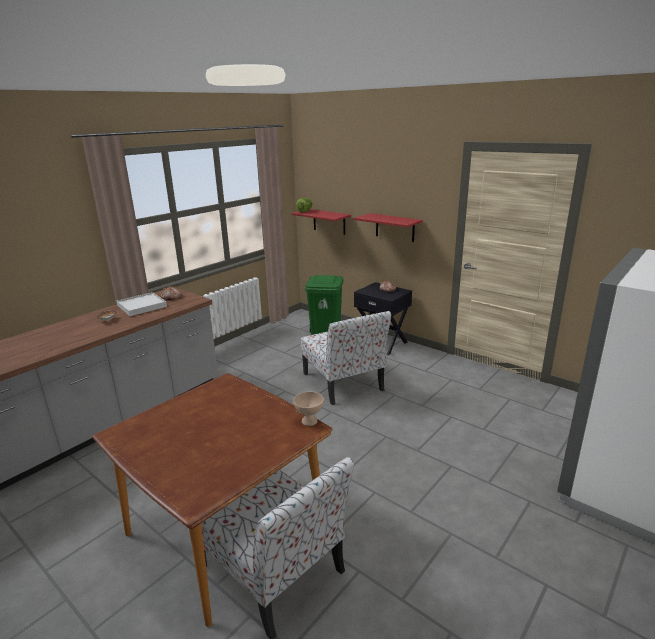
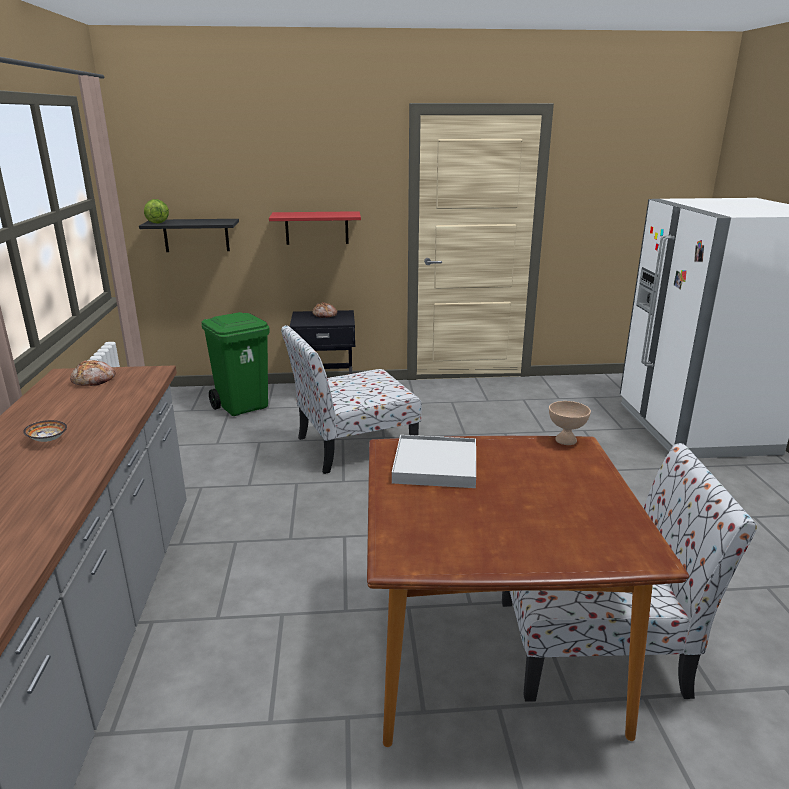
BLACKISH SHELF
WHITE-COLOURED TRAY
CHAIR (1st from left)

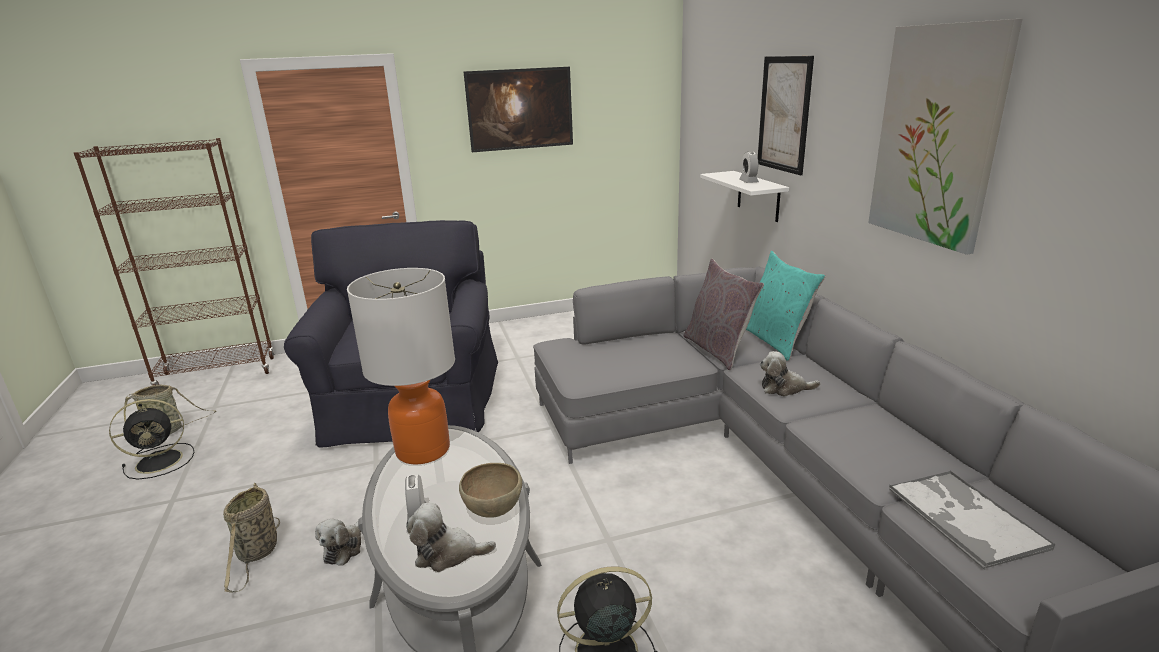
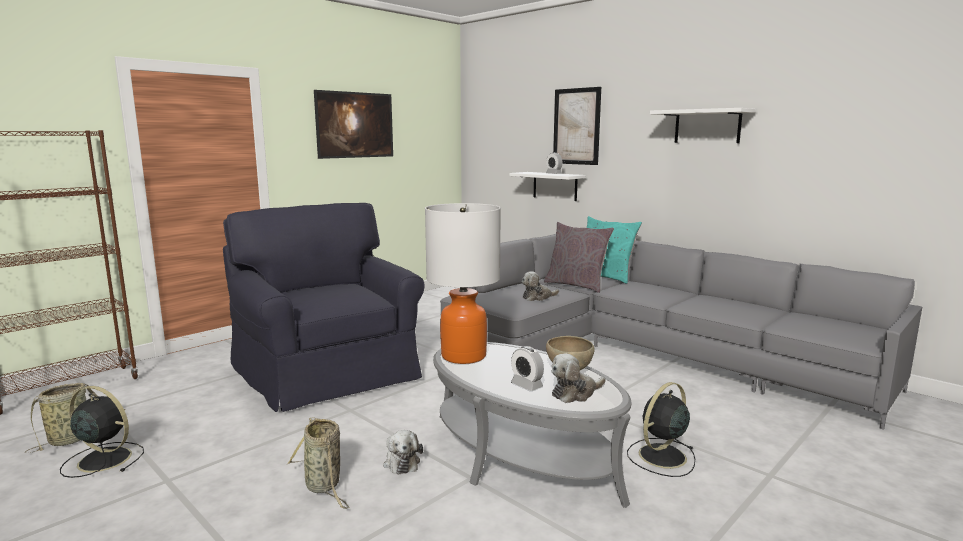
WHITE-COLOURED SHELF (2nd from left)
SOFT TOY (2nd from left)
BLACKISH ELECTRIC FAN (1st from left)
TRAY

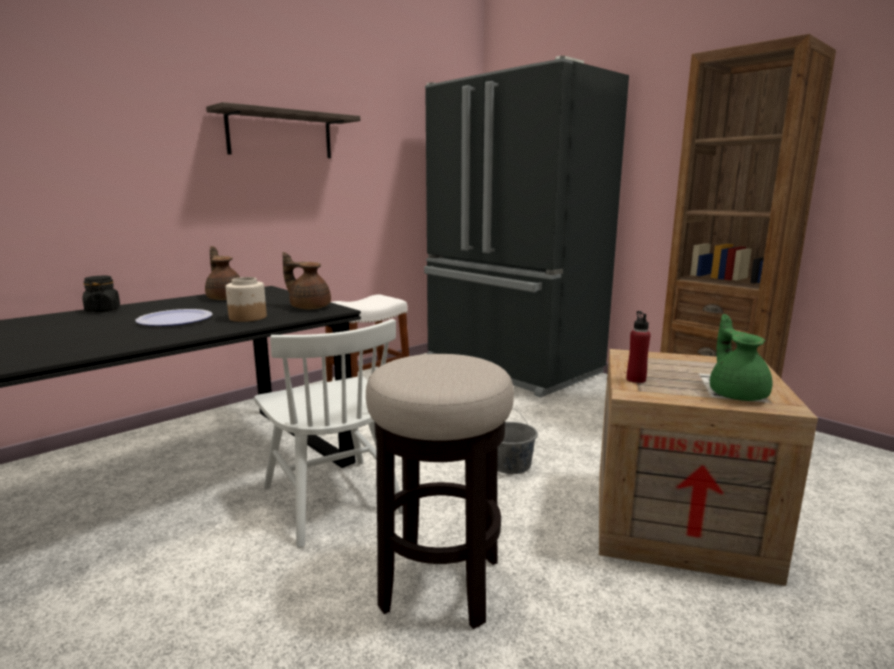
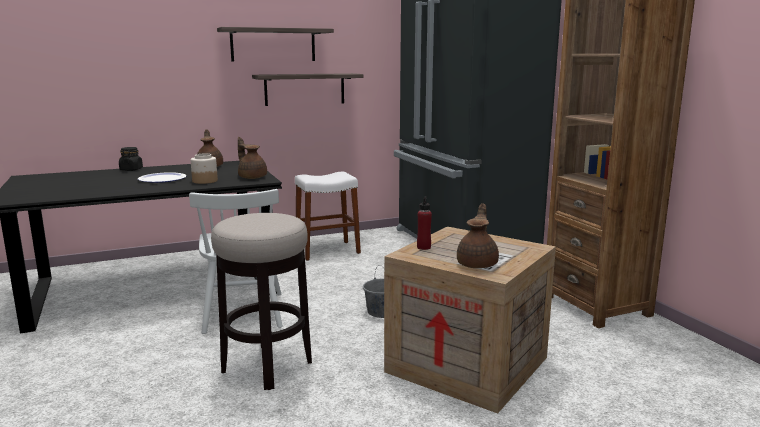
BROWN TEAPOT (3rd from left)
SHELF (2nd from left)

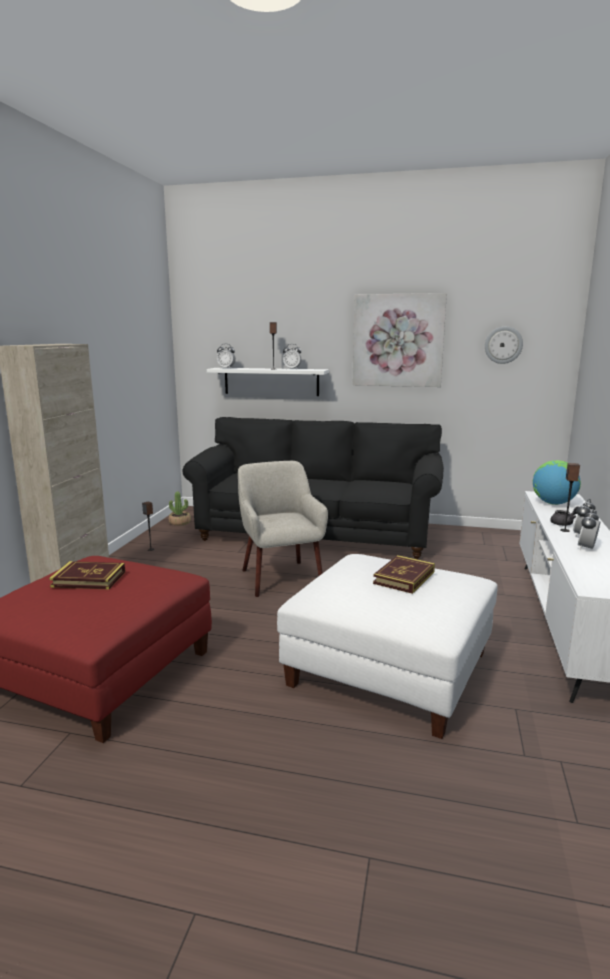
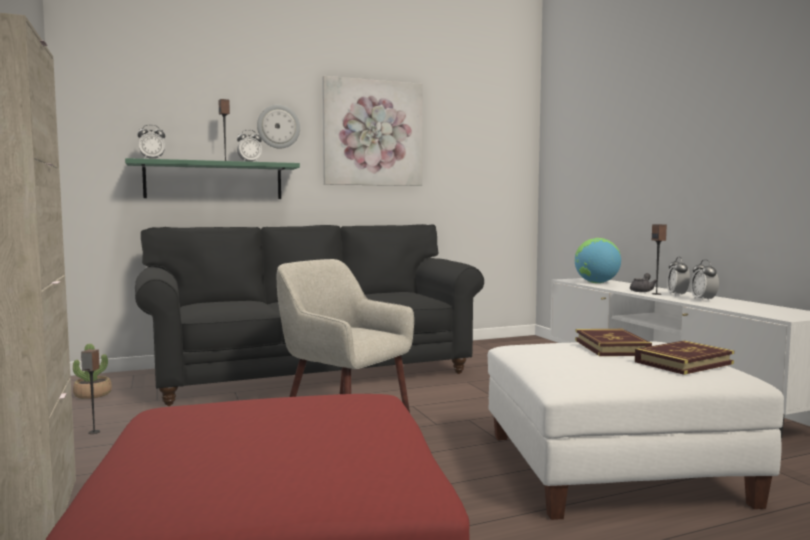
WALL CLOCK
GREEN-COLOURED SHELF
VOLUME (2nd from left)

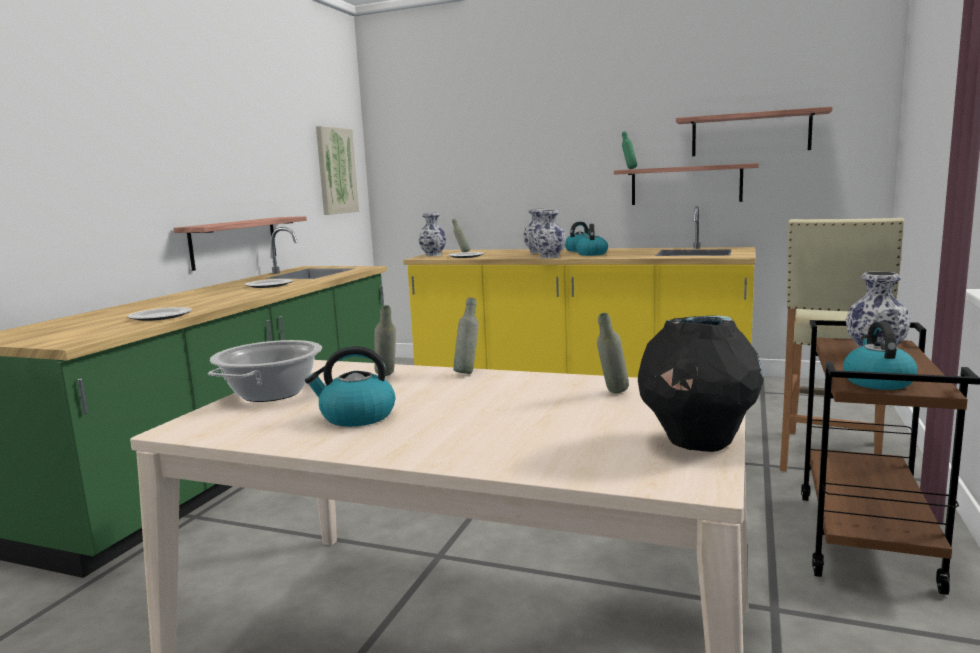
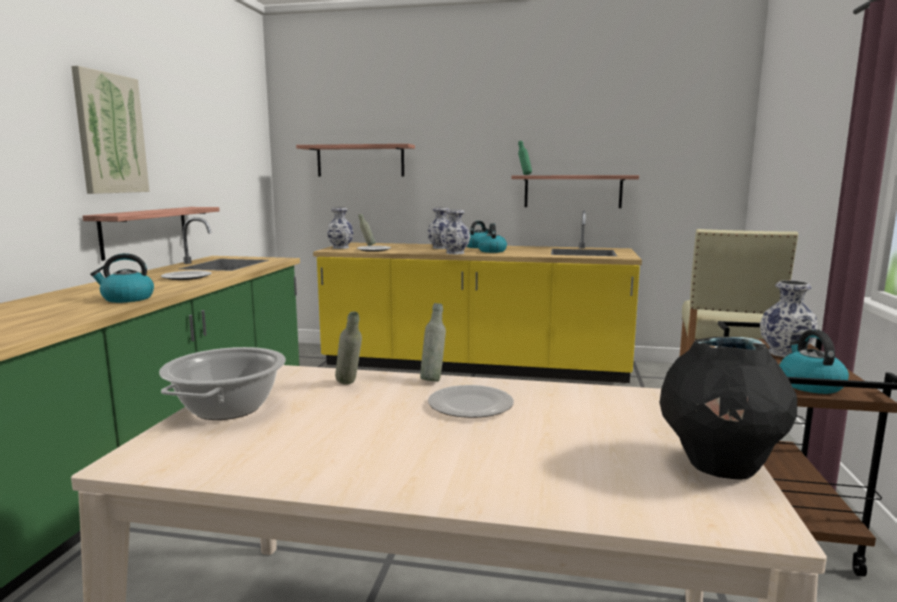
SHELF (2nd from left)
PICTURE
FLAT DISH (3rd from left)
GREYISH DRINK BOTTLE (4th from left in the first image)
WATER KETTLE (1st from left)

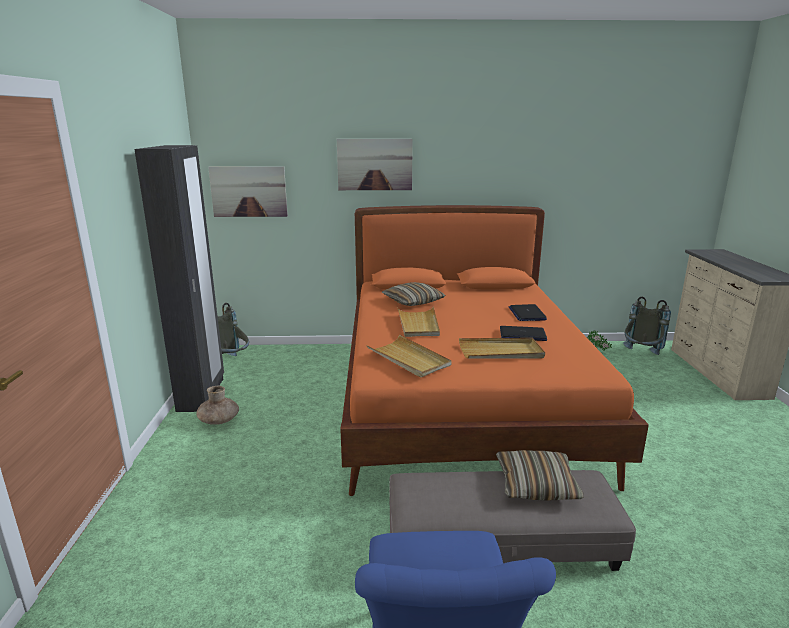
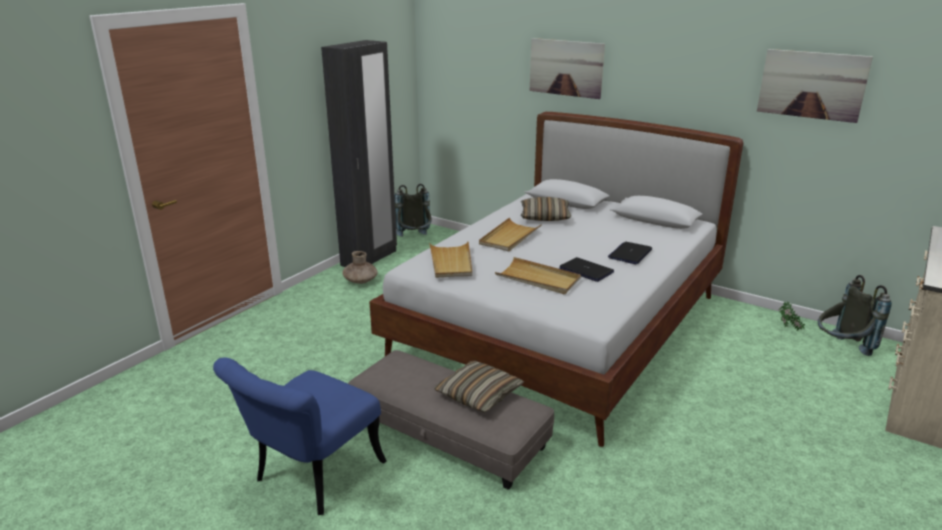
PICTURE (2nd from left)
WHITE-COLOURED BEDROOM BED

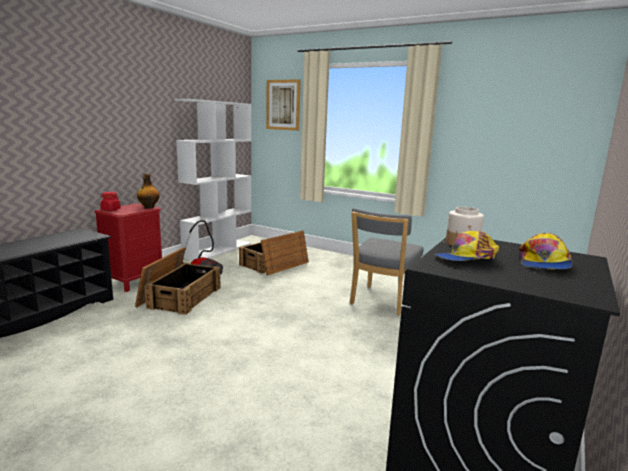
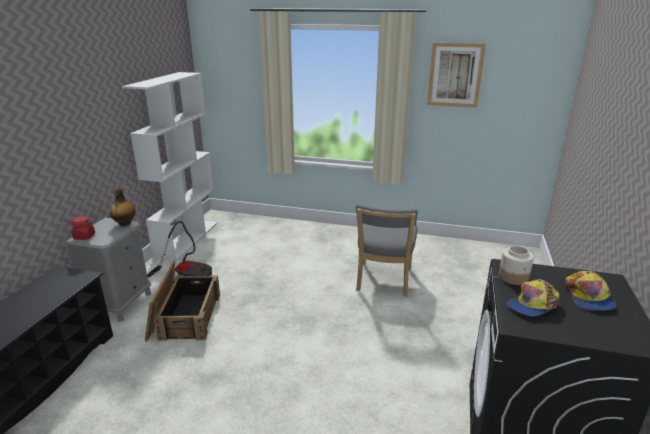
PICTURE
GREYISH BEDSIDE TABLE
PACKING CRATE (2nd from left in the first image)

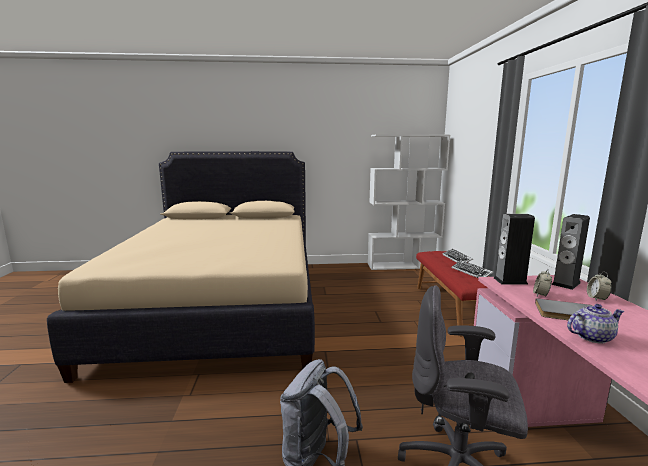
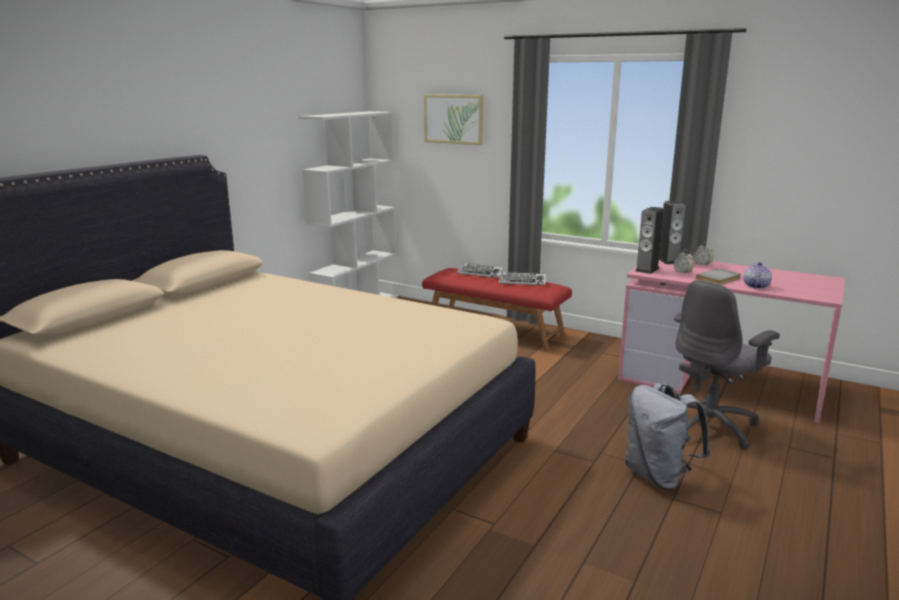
PICTURE

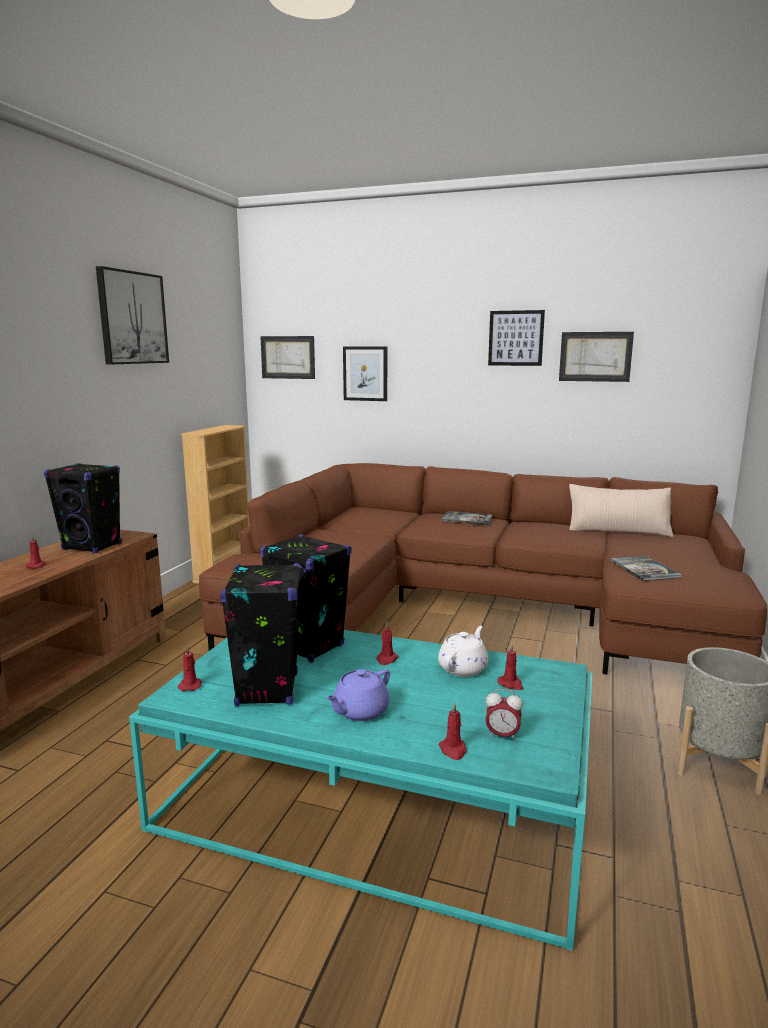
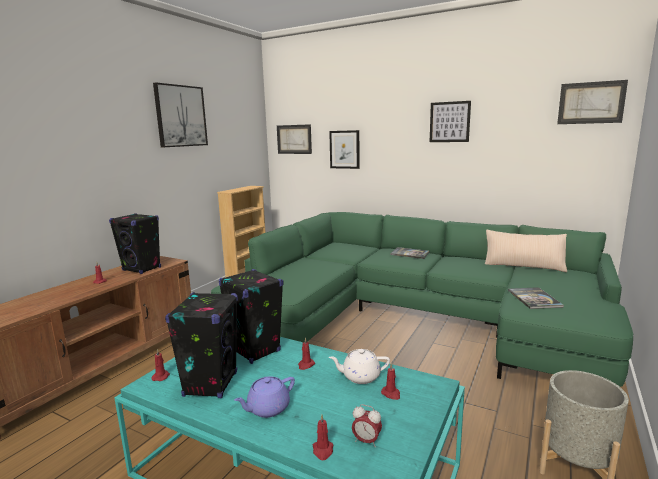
PICTURE (5th from left)
GREEN-COLOURED SOFA
WHITE-COLOURED TEAPOT

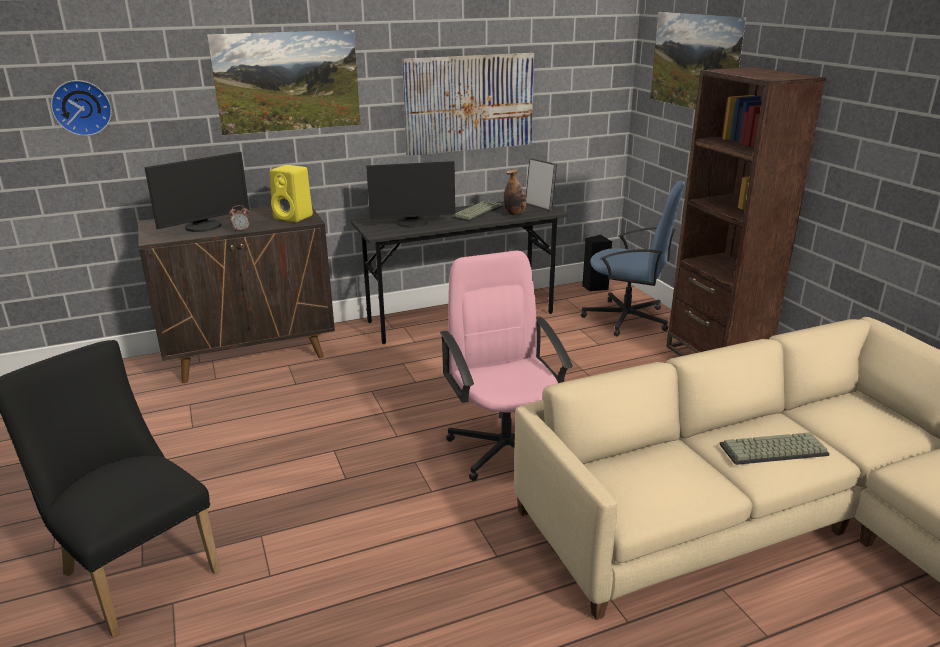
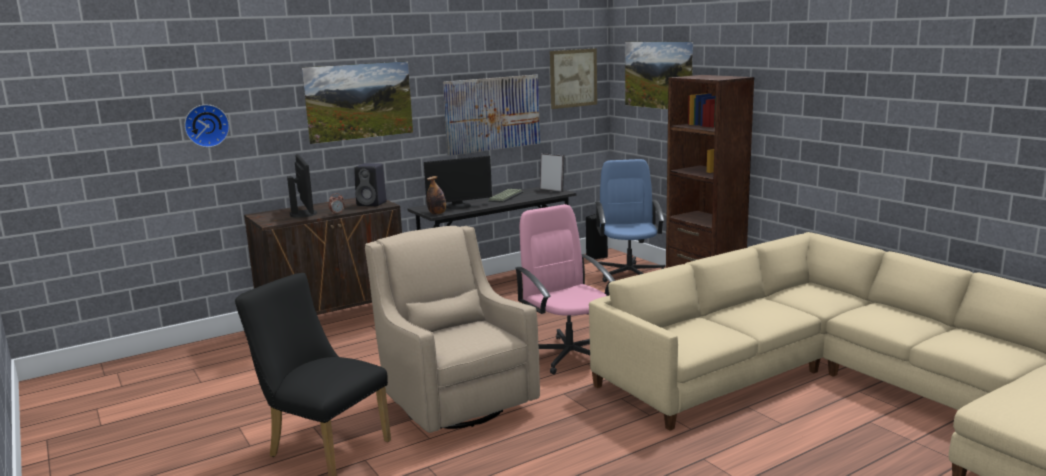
MONITOR (1st from left)
BLACKISH LOUDSPEAKER (1st from left)
DRINK BOTTLE
BLUE OFFICE CHAIR
KEYBOARD (2nd from left in the first image)
PICTURE (3rd from left)
SAND-COLOURED LOUNGE CHAIR

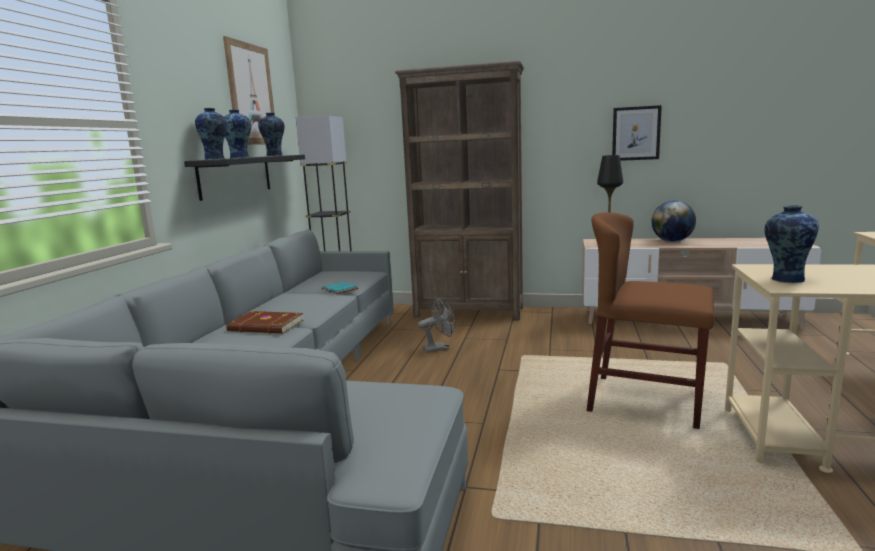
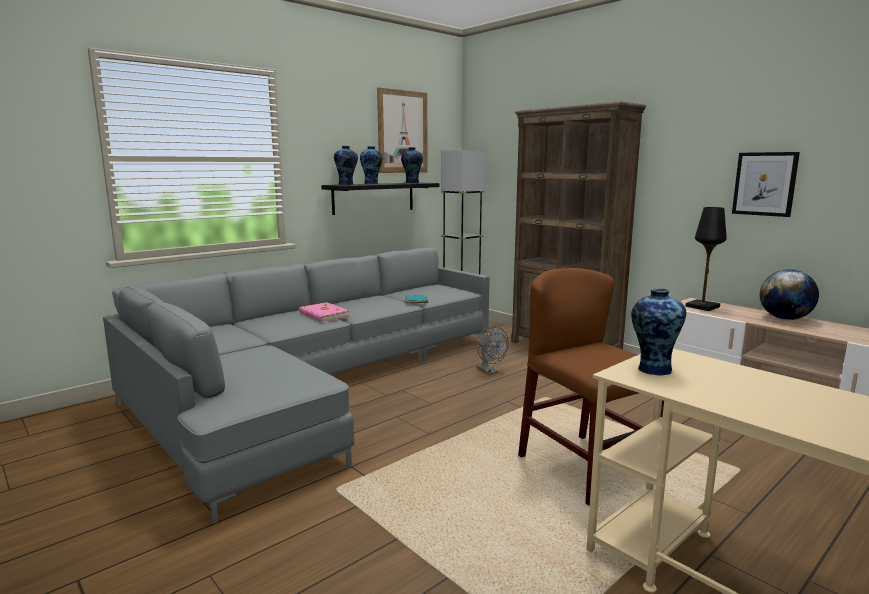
GREYISH ELECTRIC FAN
PINK VOLUME

